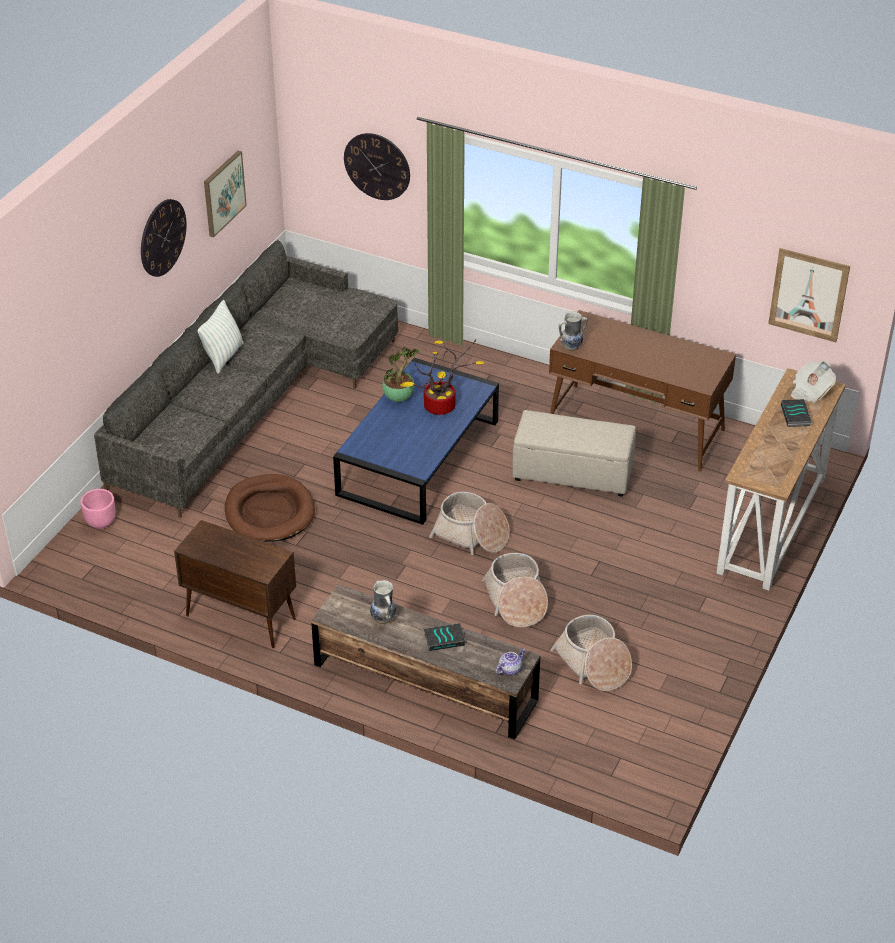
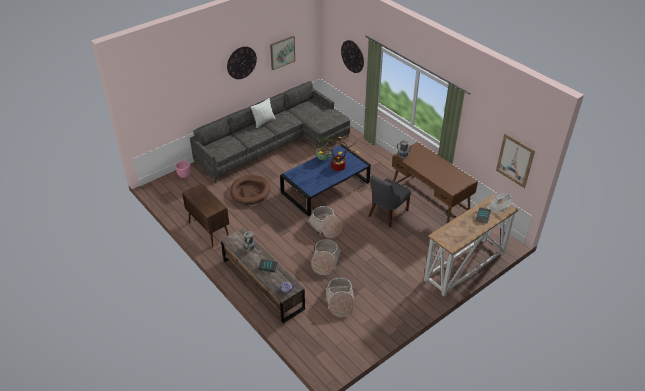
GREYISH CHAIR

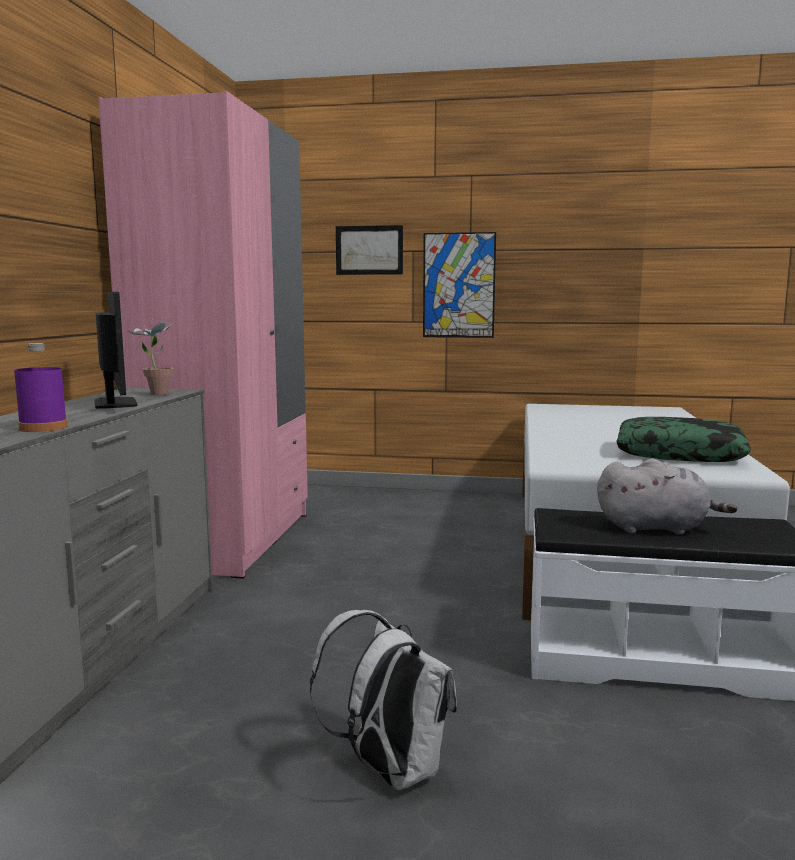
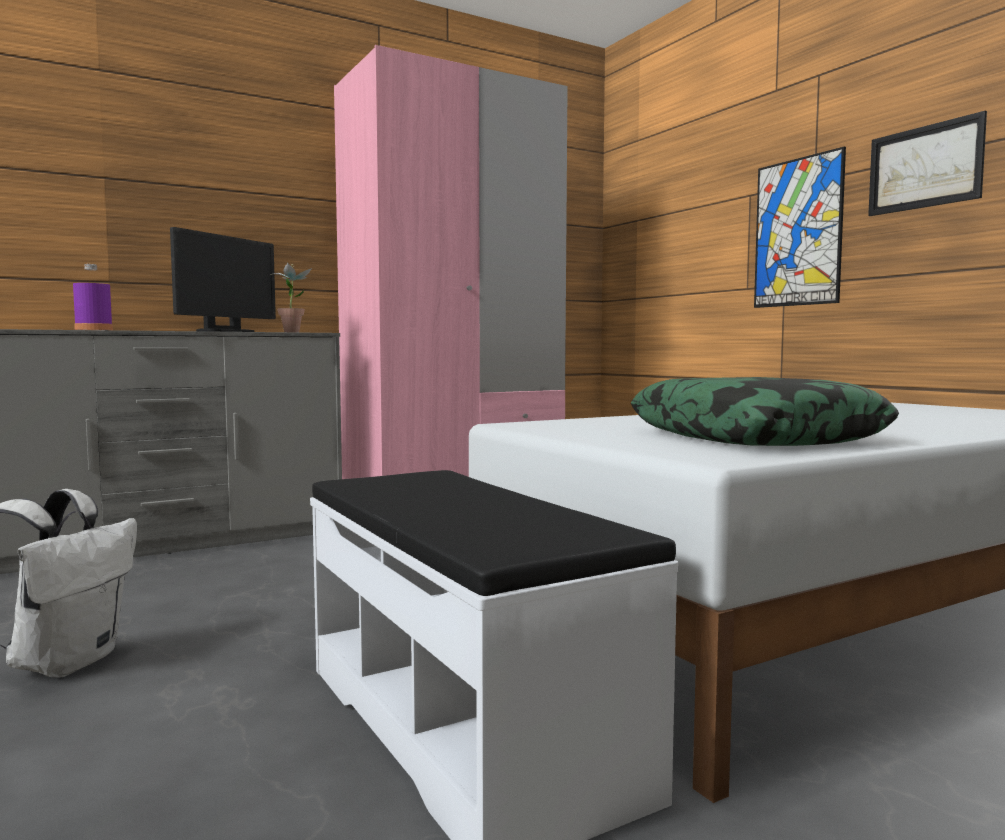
PICTURE (2nd from left)
GREYISH SOFT TOY

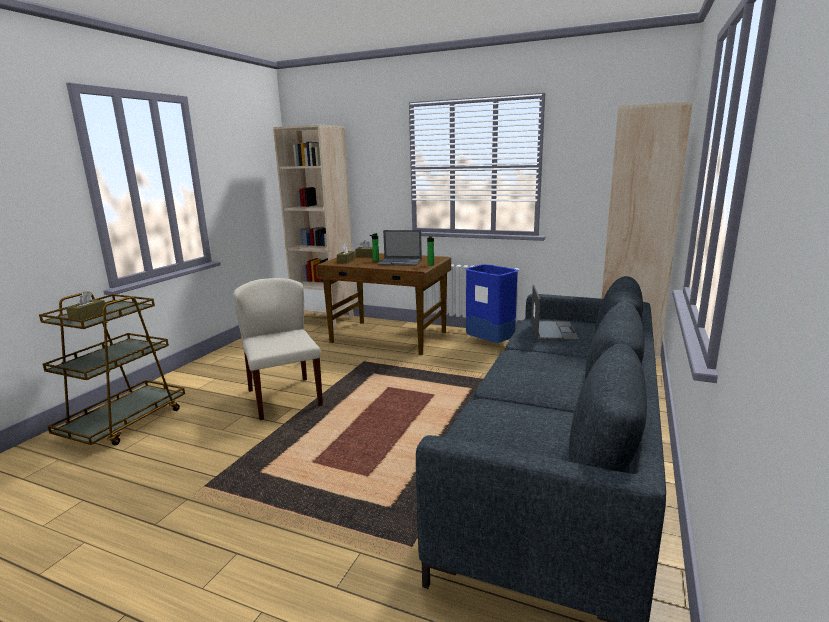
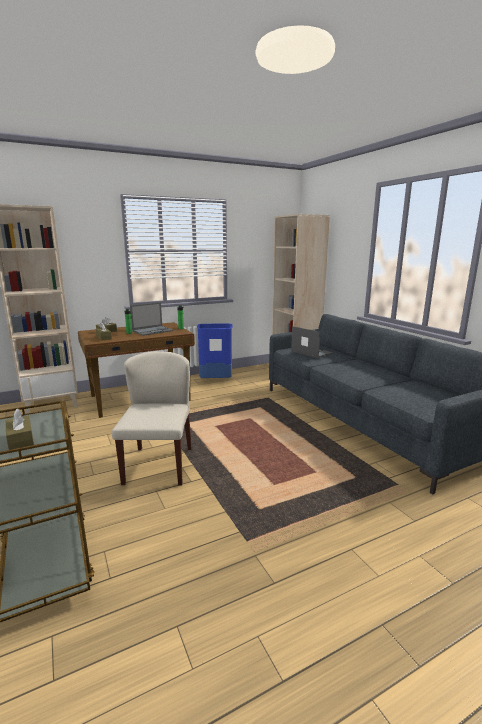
SAND-COLOURED CHAIR

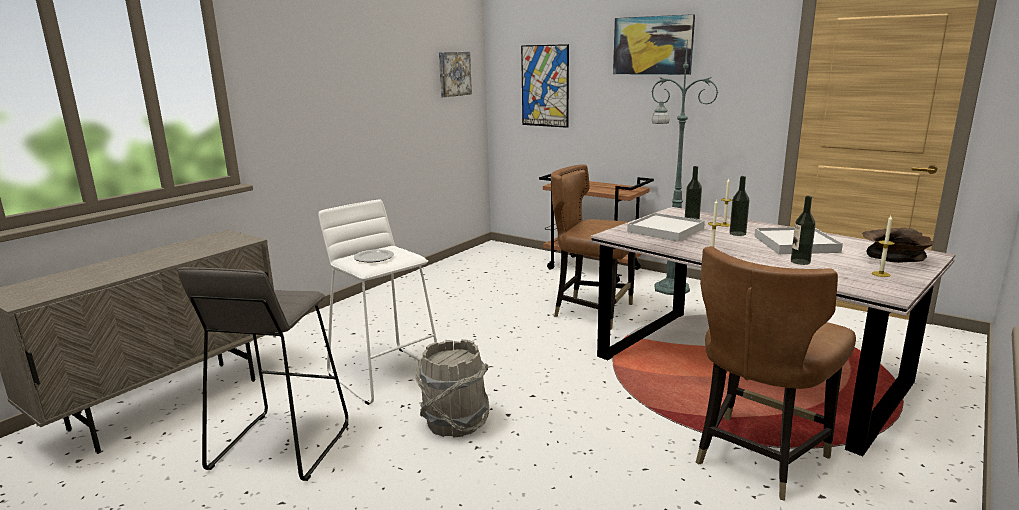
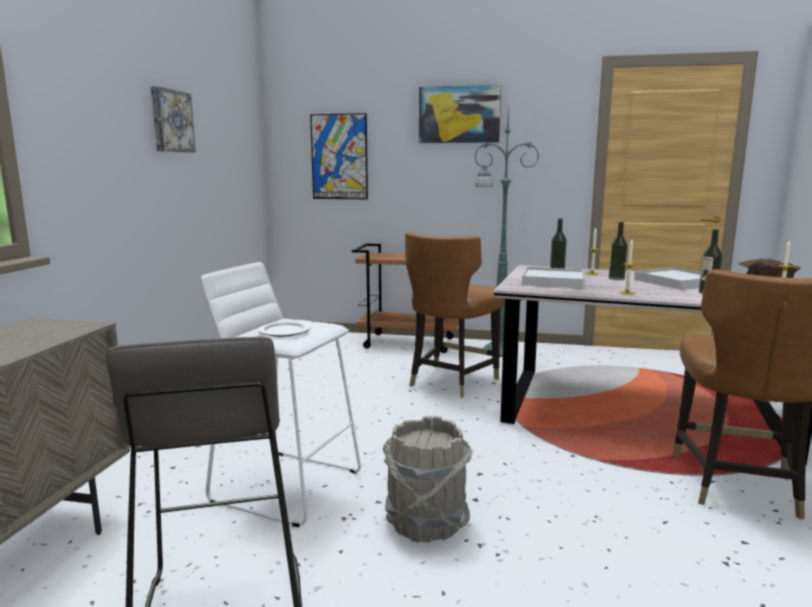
PICTURE (1st from left)
BROWN CHAIR (1st from left)

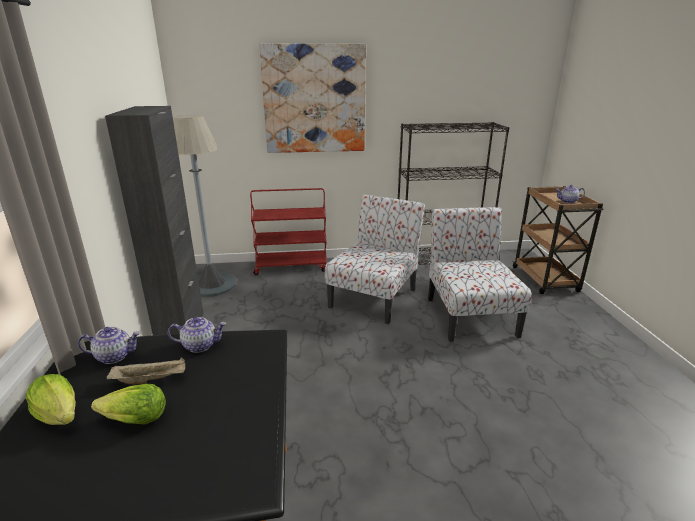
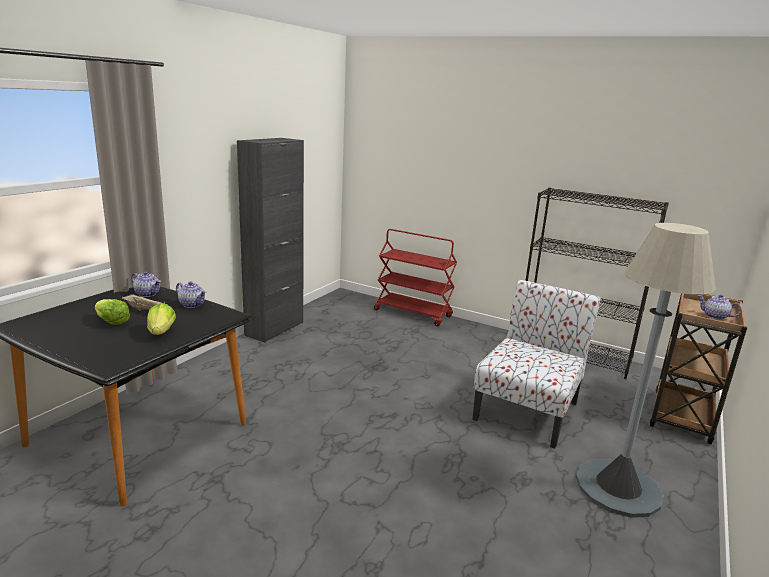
PICTURE
GREYISH STANDARD LAMP
CHAIR (1st from left in the first image)
LETTUCE (2nd from left)

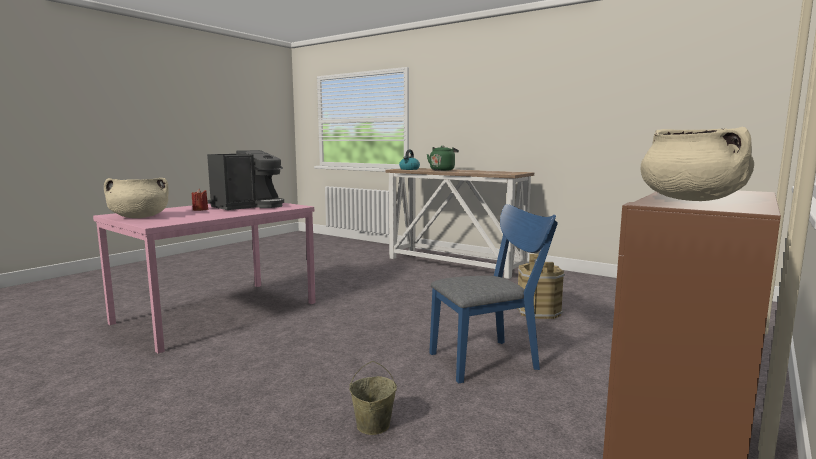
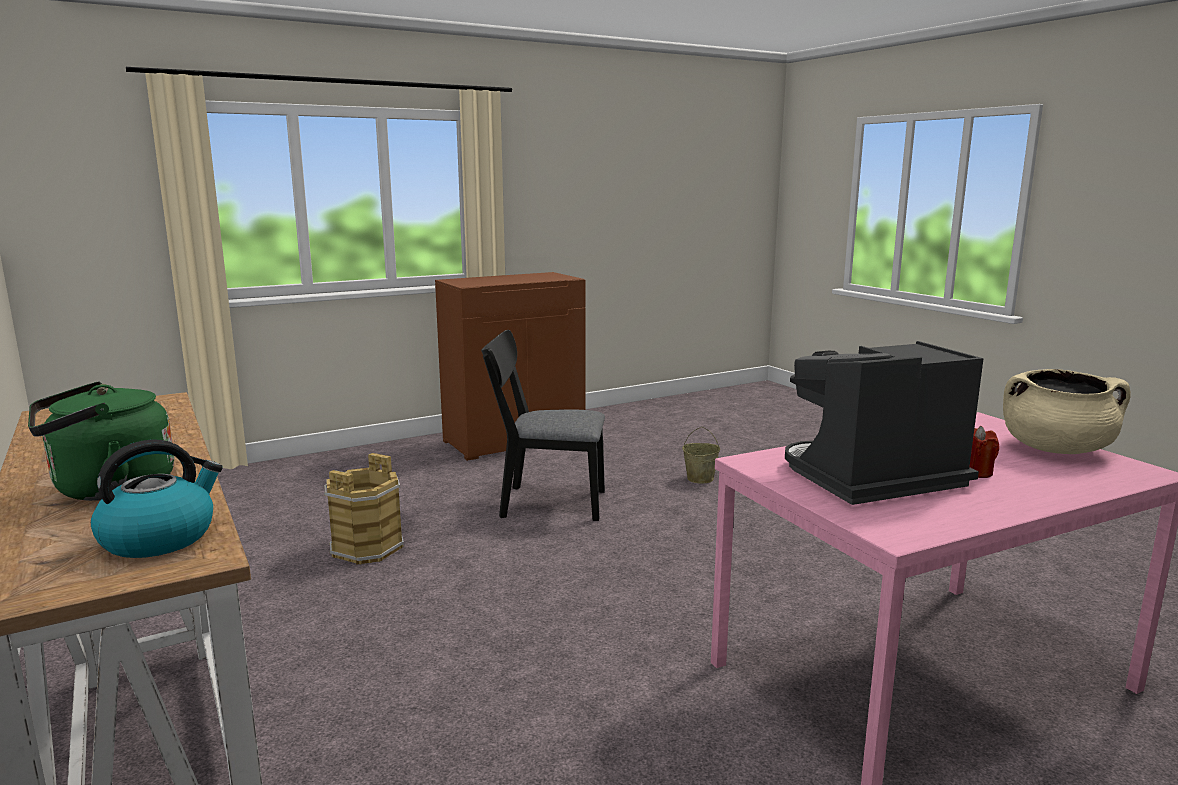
SAND-COLOURED SAUCEPOT (2nd from left in the first image)
BLACKISH CHAIR

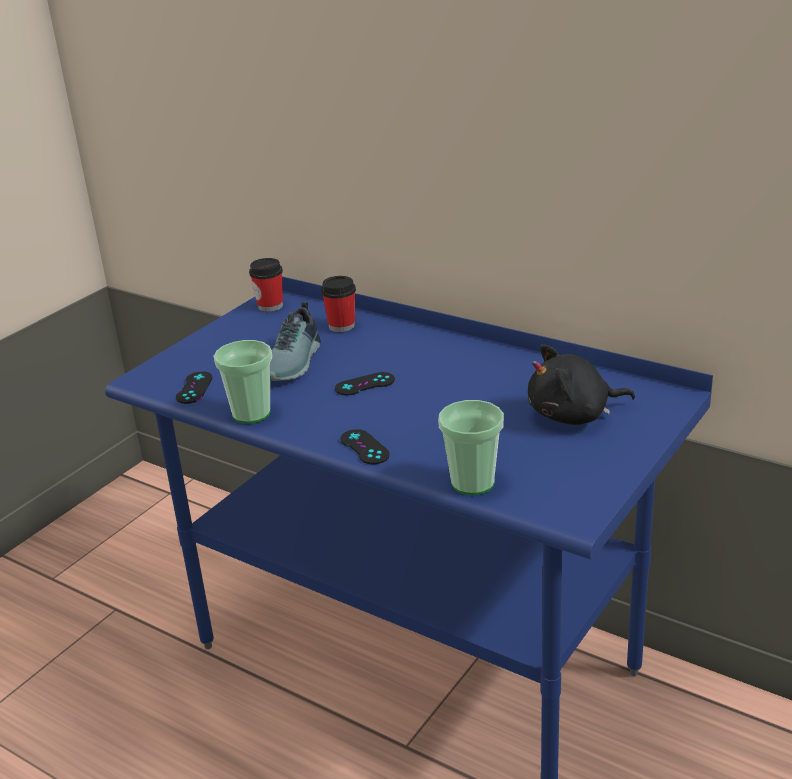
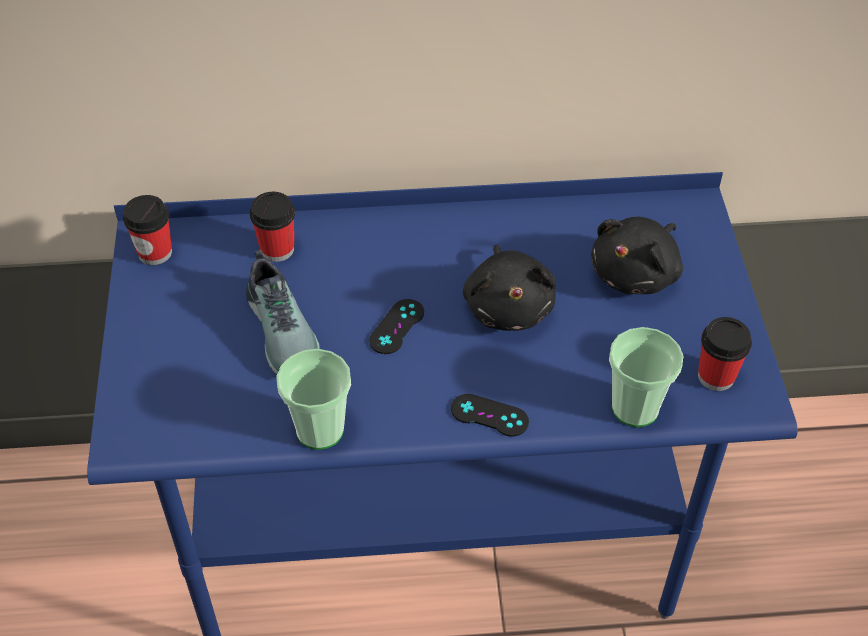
BLACKISH JOYPAD (1st from left in the first image)
BLACKISH SOFT TOY (1st from left)
SMALL CUP (5th from left)

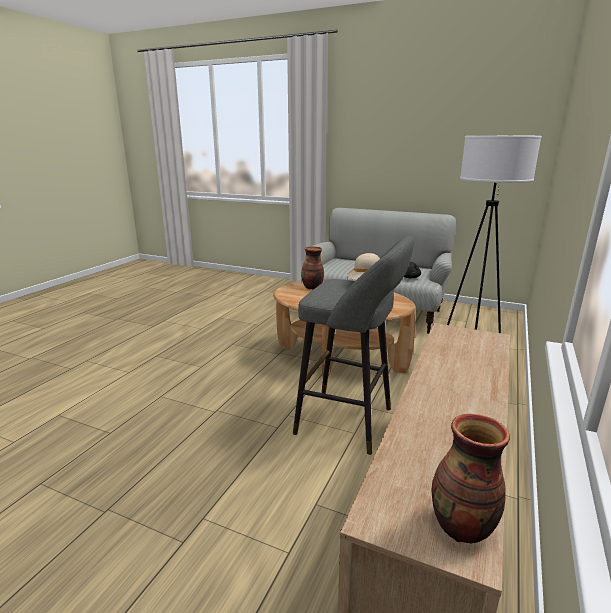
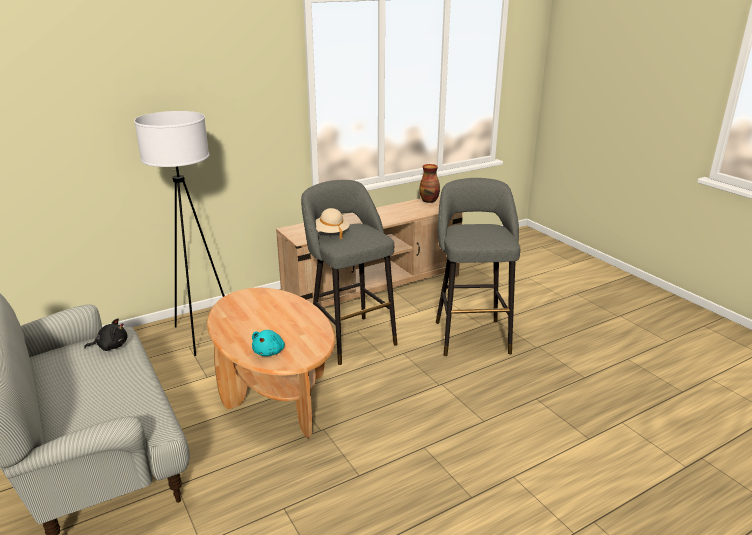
BLUE-GREEN SOFT TOY
GREYISH SITTING STOOL (2nd from left)

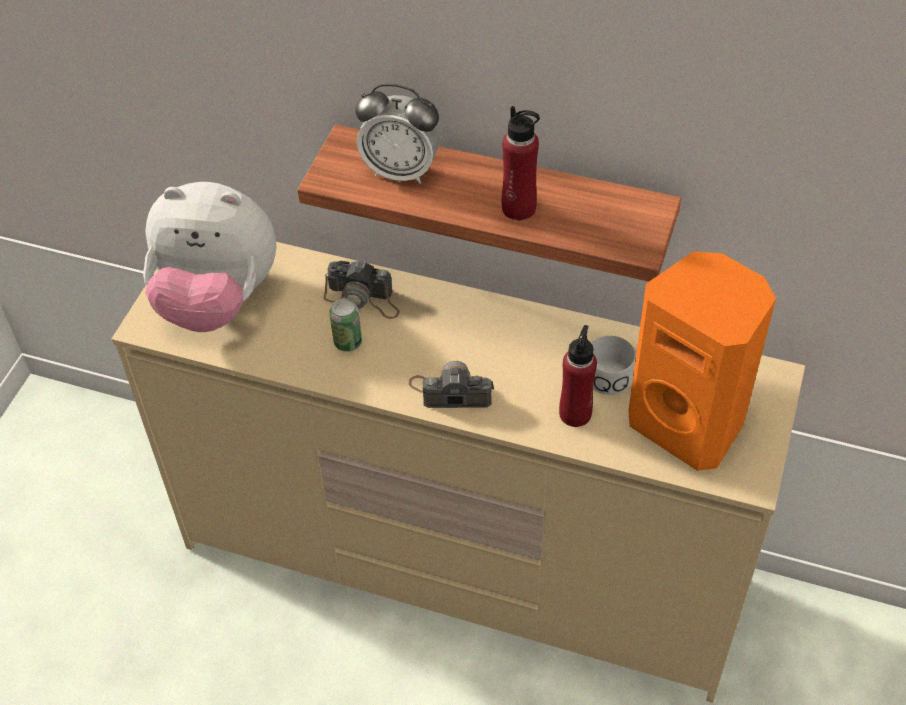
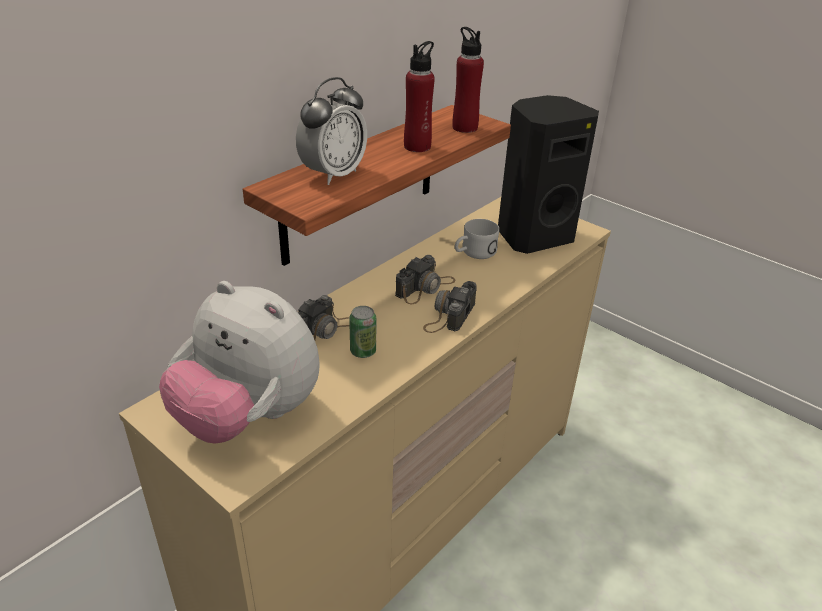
SOFT TOY
BLACKISH LOUDSPEAKER
RED-COLOURED DRINK BOTTLE (2nd from left)
PHOTO CAMERA (2nd from left)

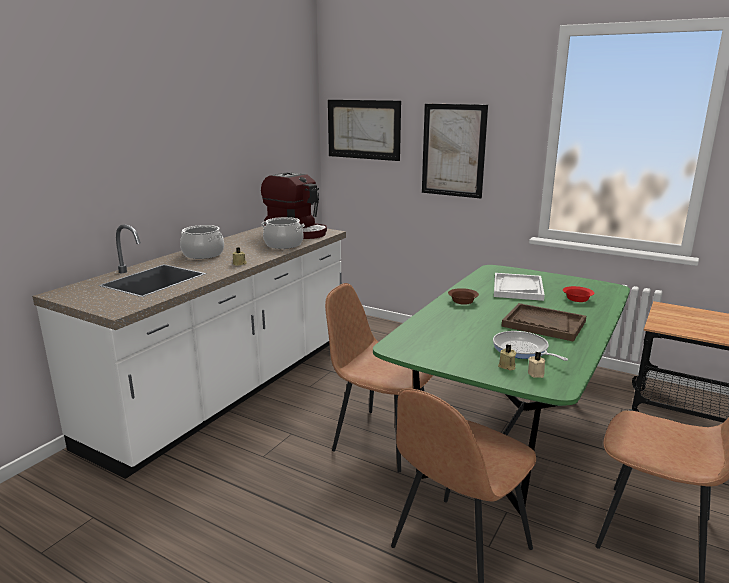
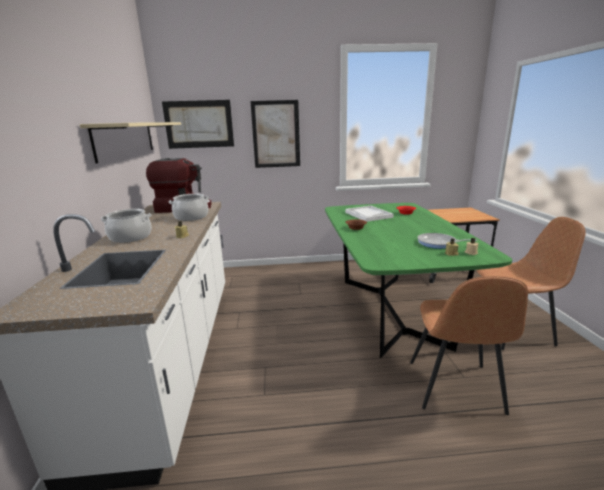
BROWN CHAIR (1st from left in the first image)
BROWN TRAY
SAND-COLOURED SHELF

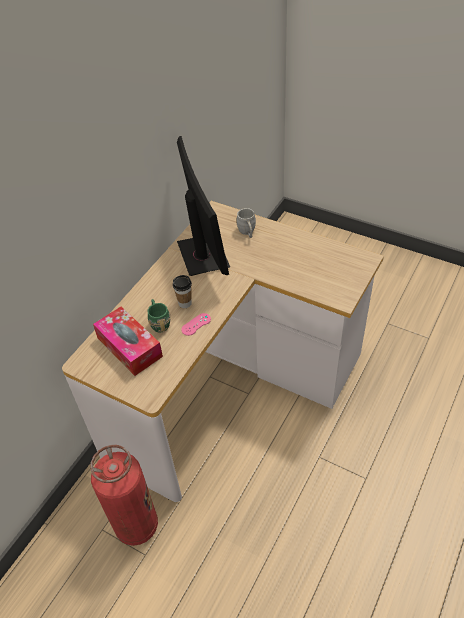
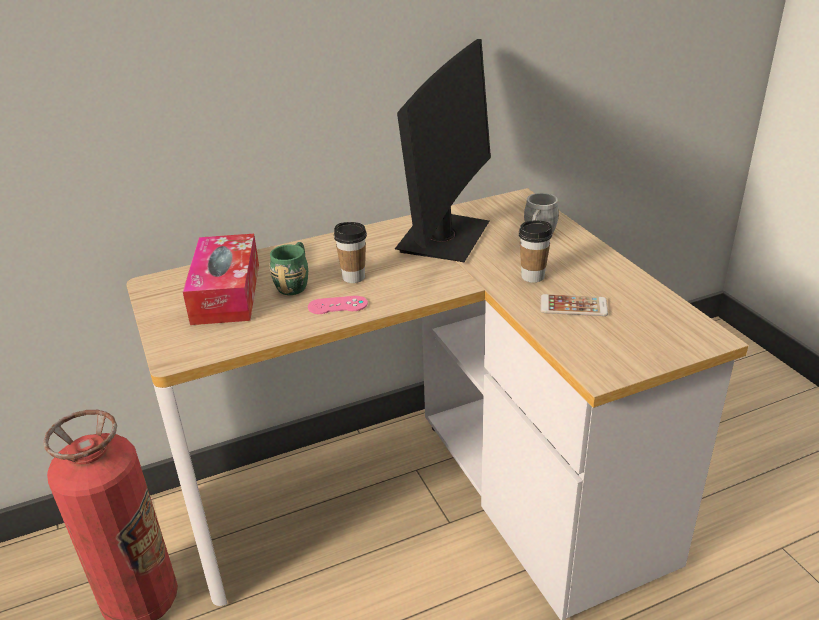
SMALL CUP (2nd from left)
PHONE

